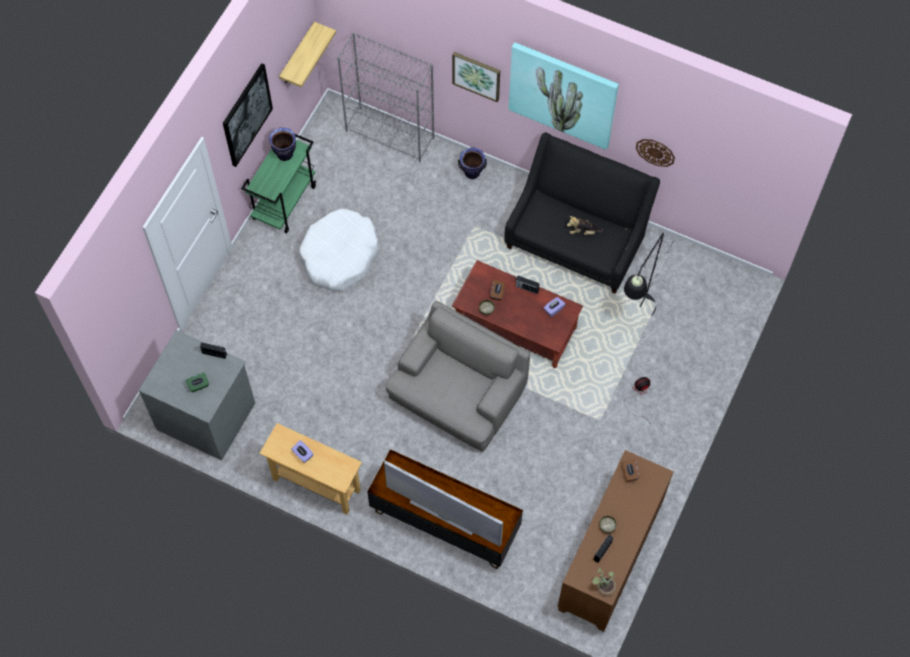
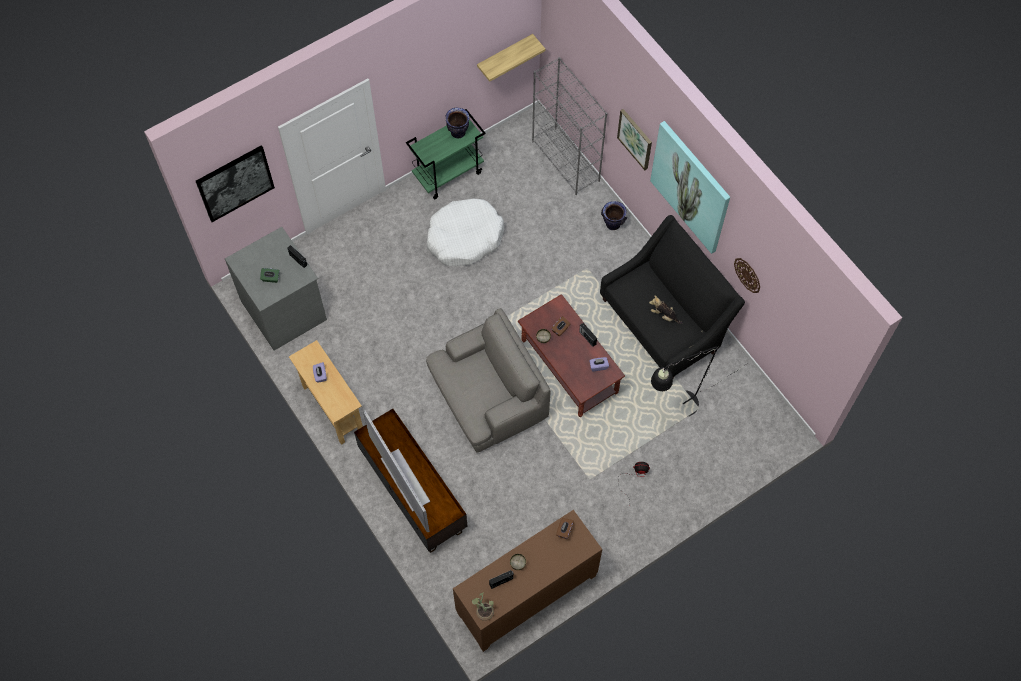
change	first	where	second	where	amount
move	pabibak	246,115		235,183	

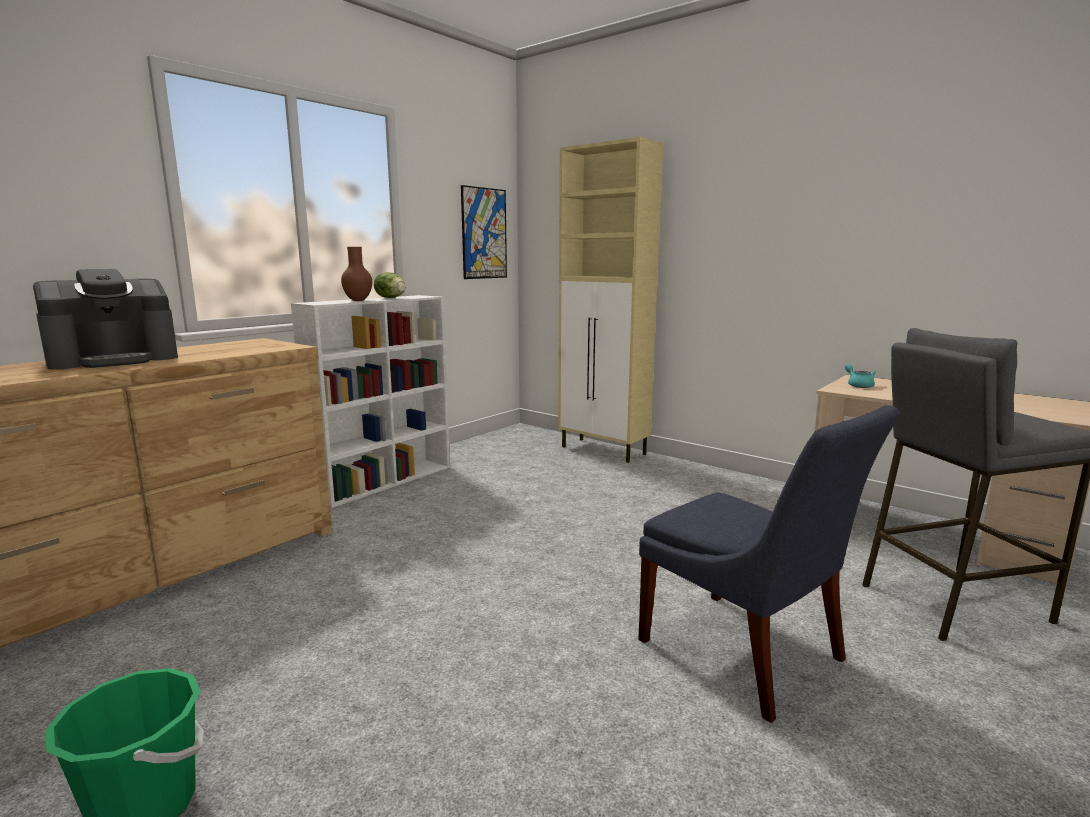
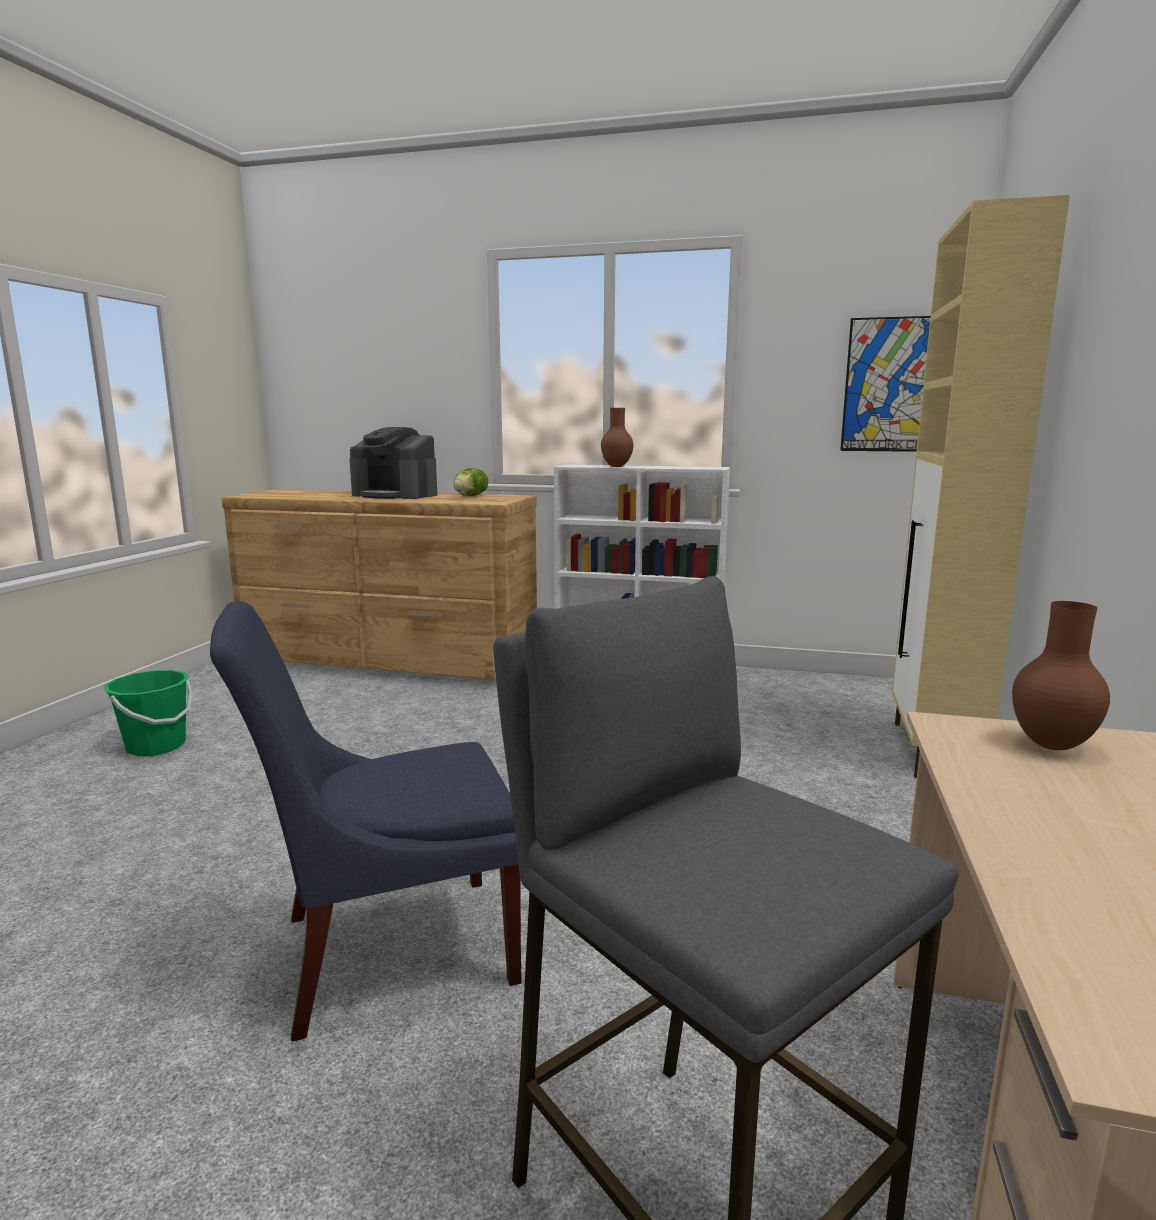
change	first	where	second	where	amount
move	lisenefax	391,298		471,496	
replace	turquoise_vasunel	858,385	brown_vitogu	1050,744	
rotate	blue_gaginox	746,655		385,950	45 degrees clockwise

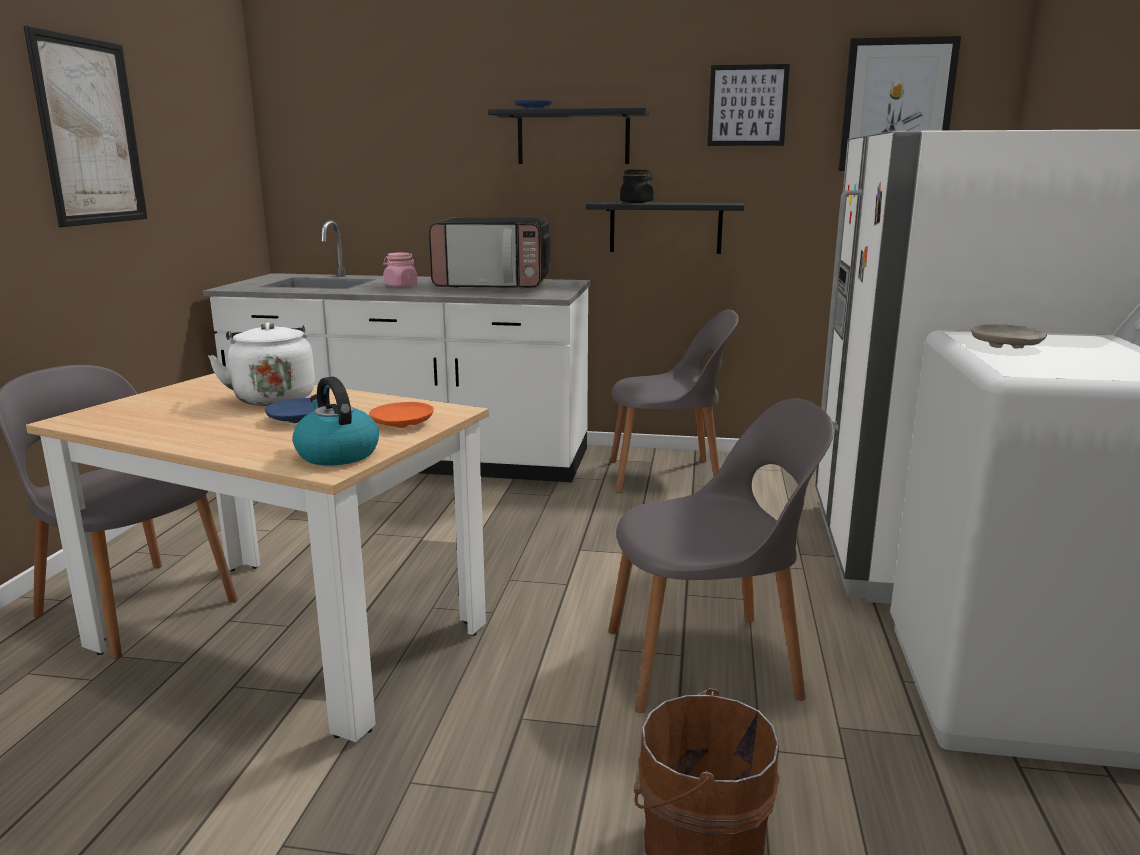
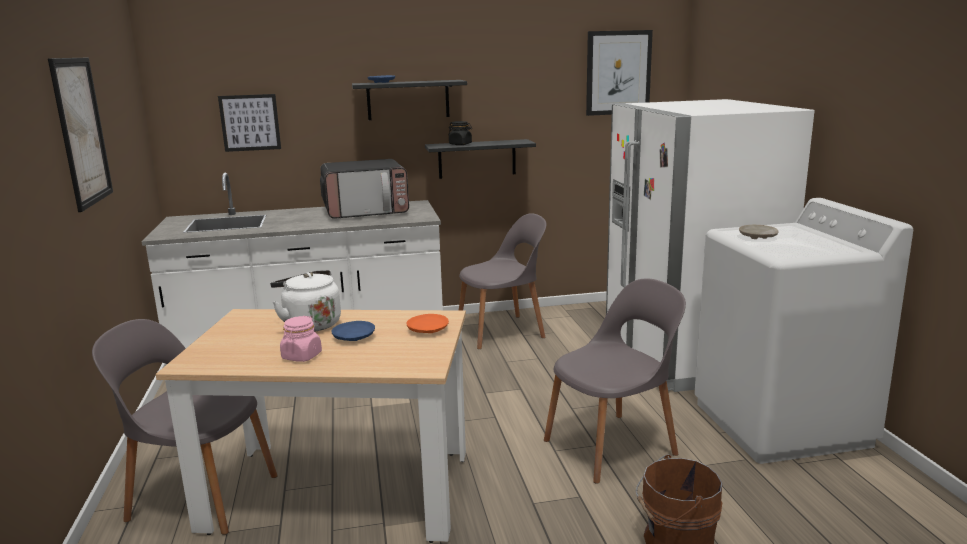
change	first	where	second	where	amount
move	pabibak	747,105		250,122	
move	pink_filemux	400,285		301,356	
delete	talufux	336,454			

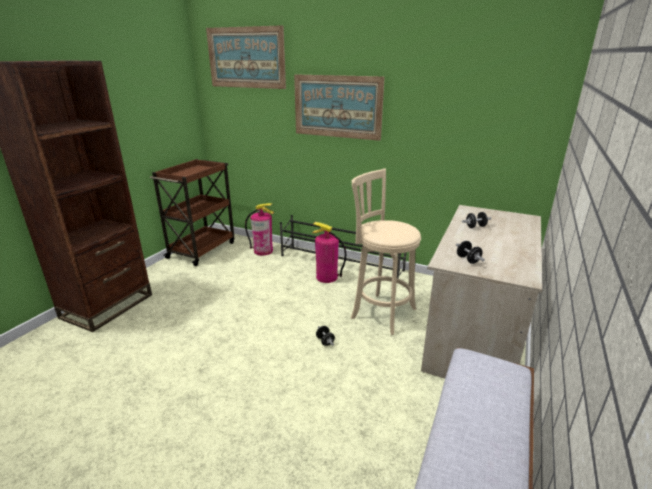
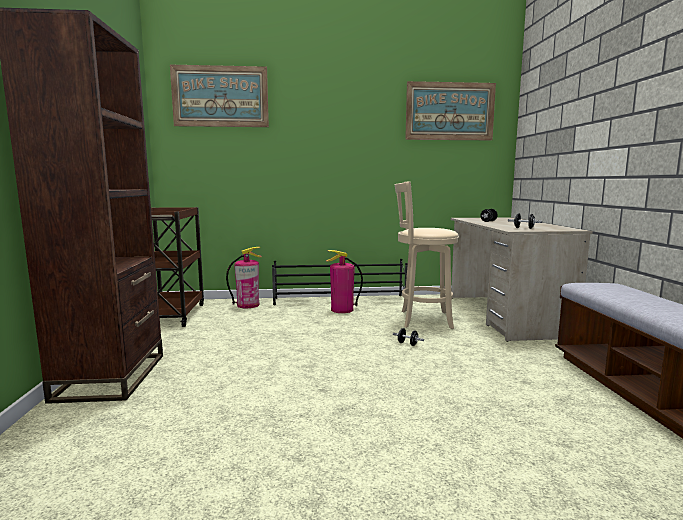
change	first	where	second	where	amount
move	pabibak	337,106		450,111	

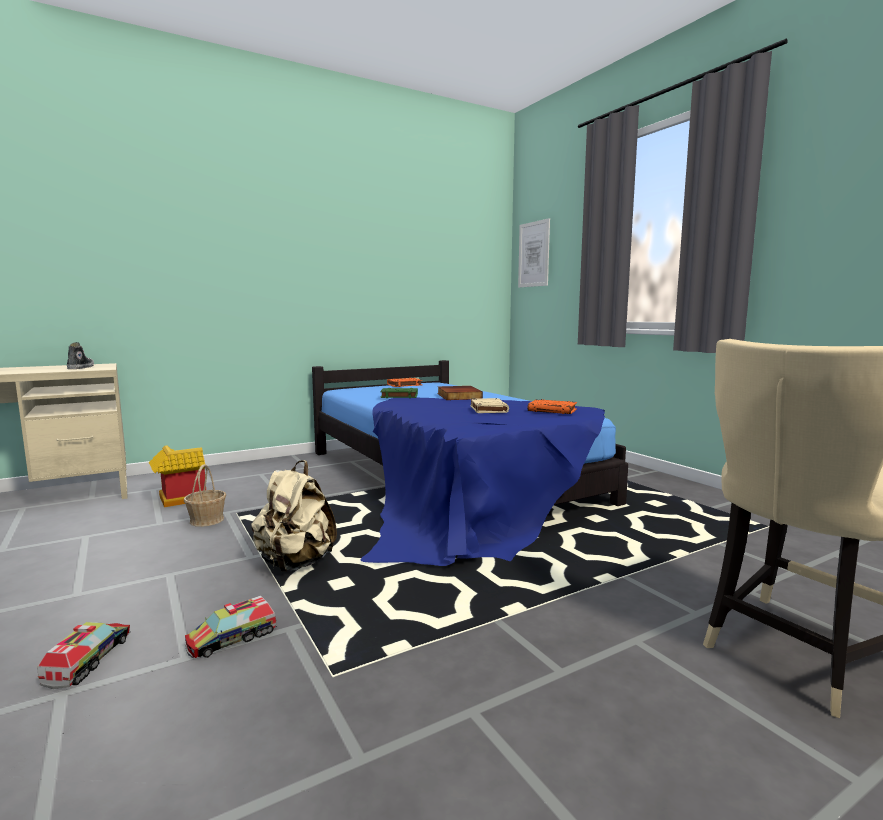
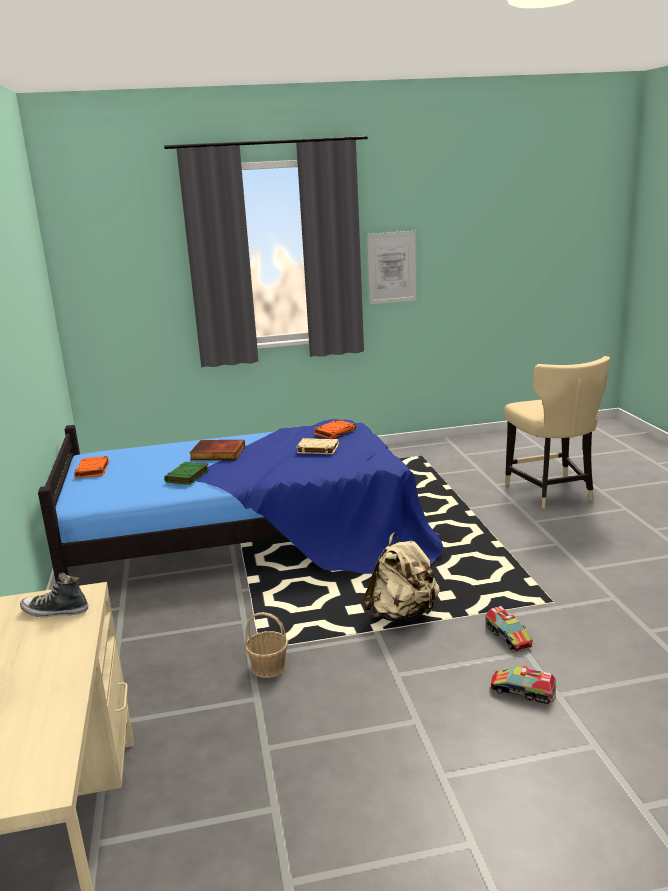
change	first	where	second	where	amount
move	pabibak	534,254		391,267	
delete	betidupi	177,500			

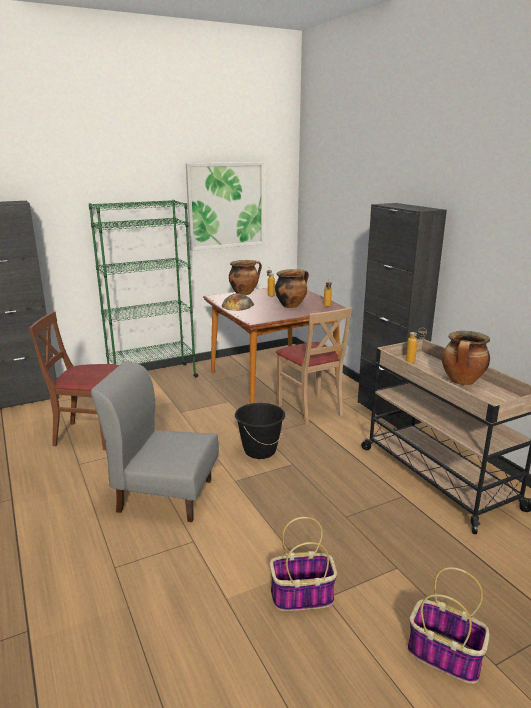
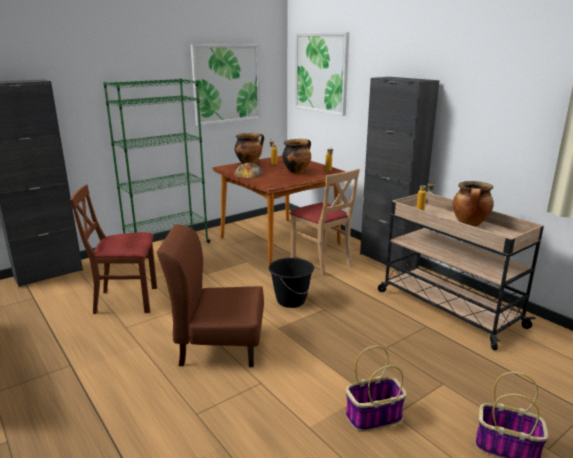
change	first	where	second	where	amount
recolor	grey_gaginox	165,495	brown_gaginox	219,346	
insert			pabibak	321,73	

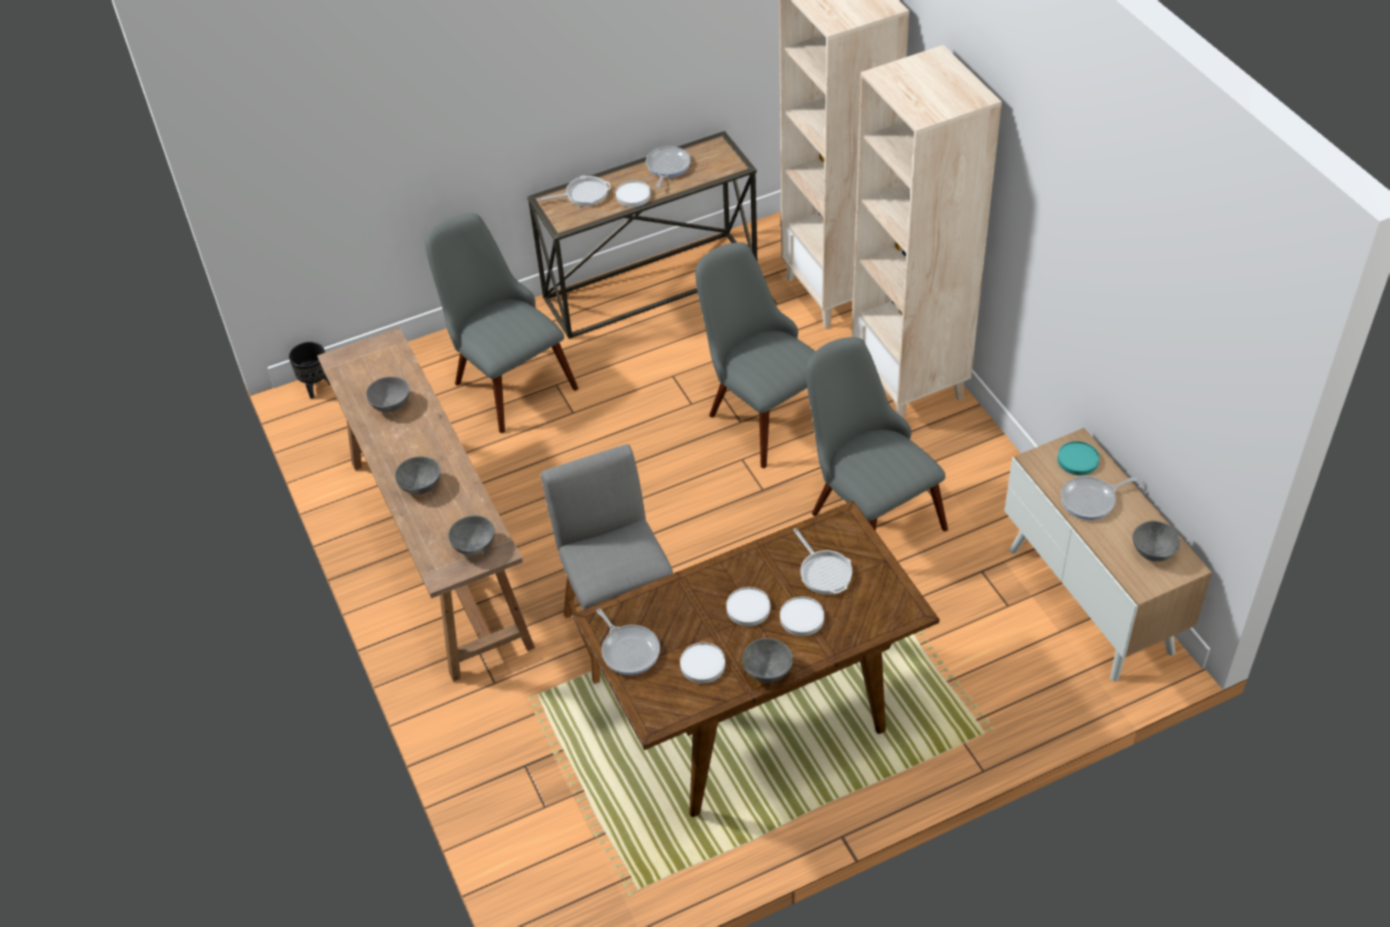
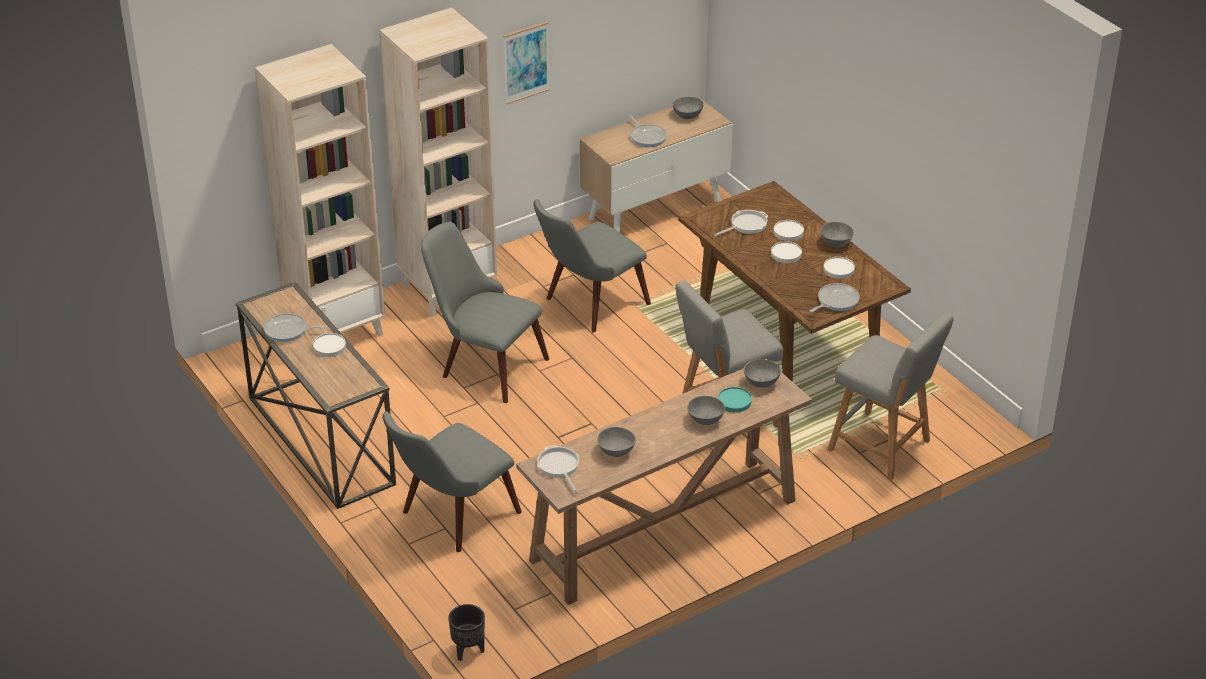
change	first	where	second	where	amount
move	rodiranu	583,194		559,467	
rotate	grey_gaginox	761,410		483,364	75 degrees clockwise
move	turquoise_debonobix	1078,460		734,401	
insert			pabibak	526,62	
insert			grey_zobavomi	883,447	

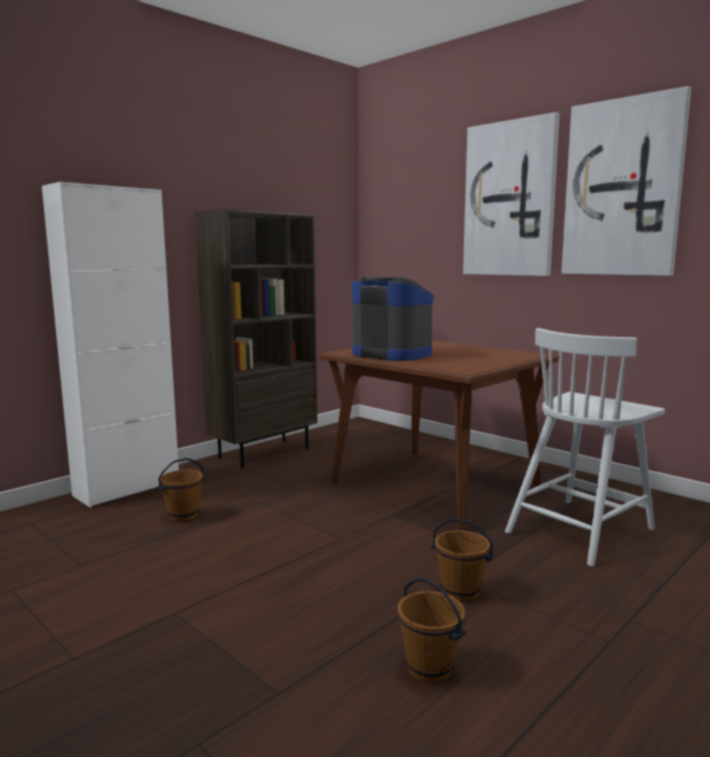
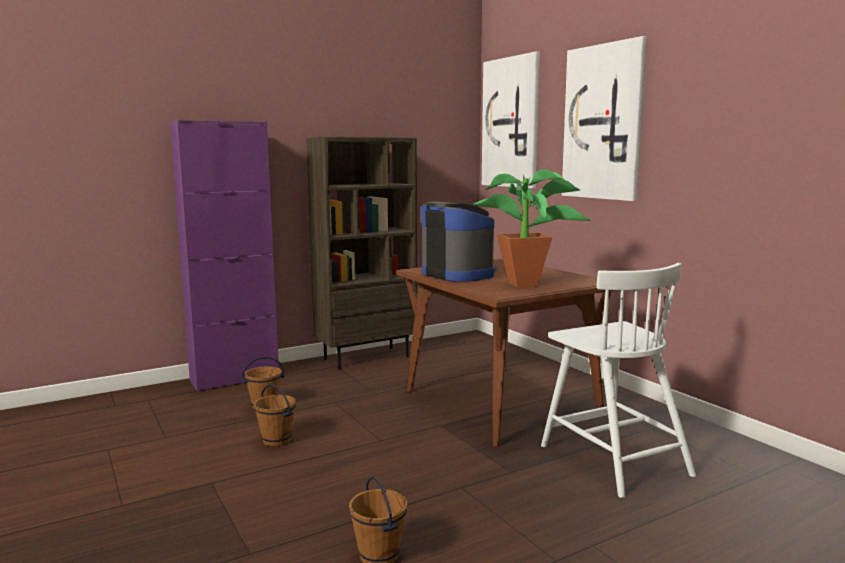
change	first	where	second	where	amount
move	pabibak	622,188		511,123	
recolor	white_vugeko	127,488	purple_vugeko	234,379	
rotate	white_gaginox	580,529		612,459	90 degrees counterclockwise
move	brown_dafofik	461,591		277,440	
insert			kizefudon	529,285	

